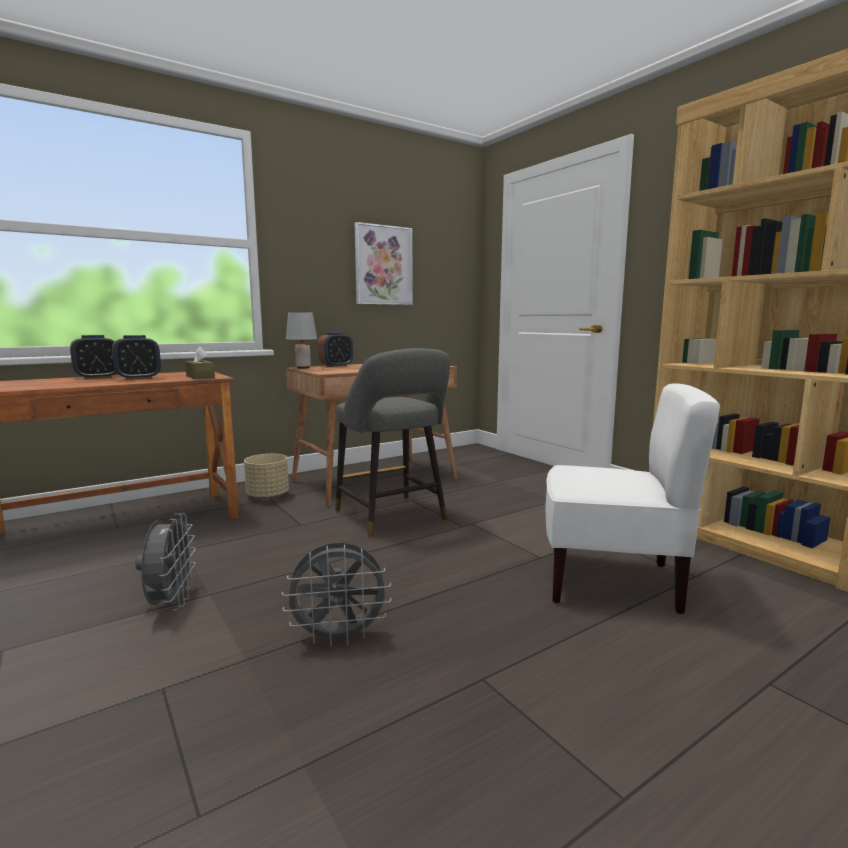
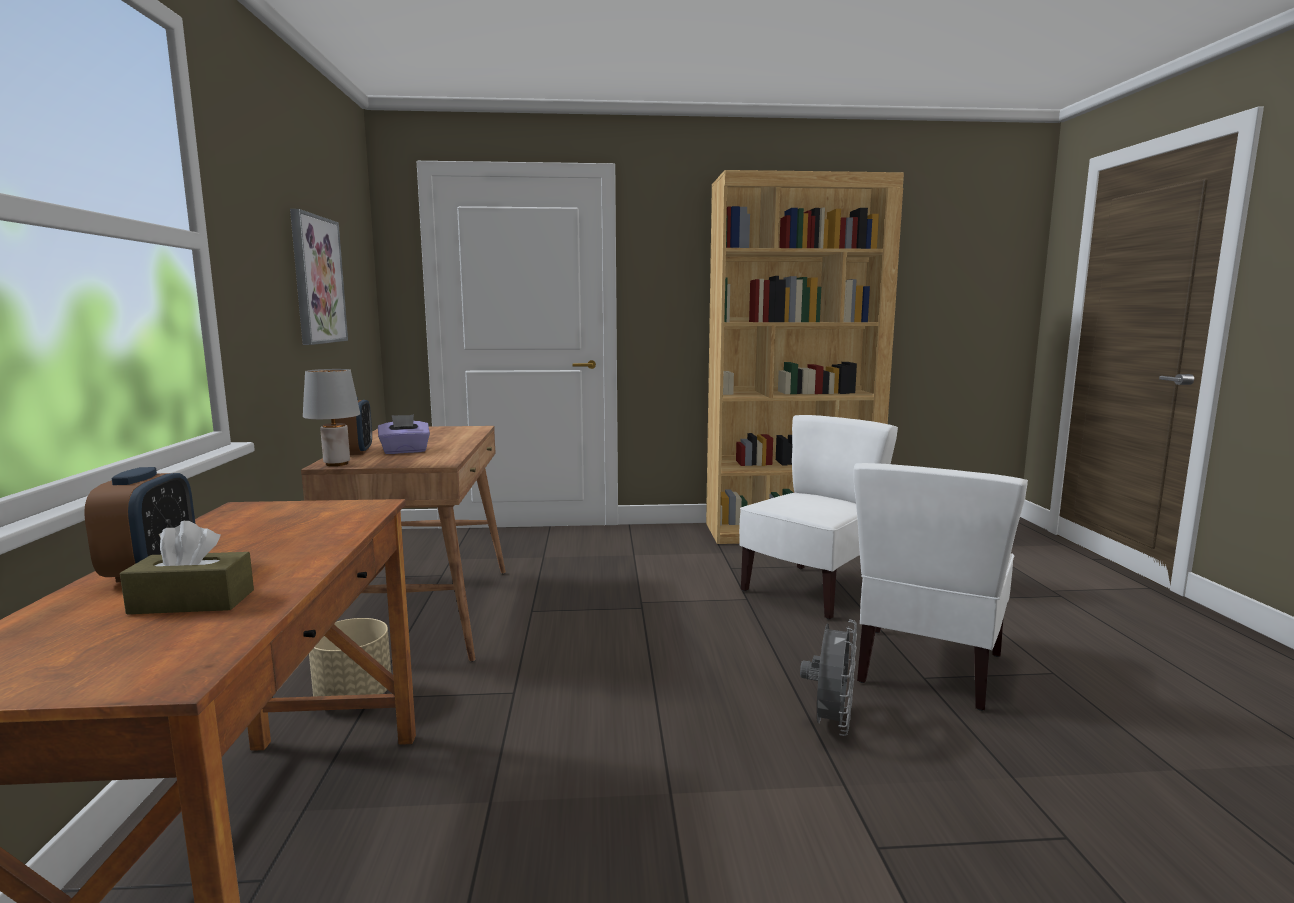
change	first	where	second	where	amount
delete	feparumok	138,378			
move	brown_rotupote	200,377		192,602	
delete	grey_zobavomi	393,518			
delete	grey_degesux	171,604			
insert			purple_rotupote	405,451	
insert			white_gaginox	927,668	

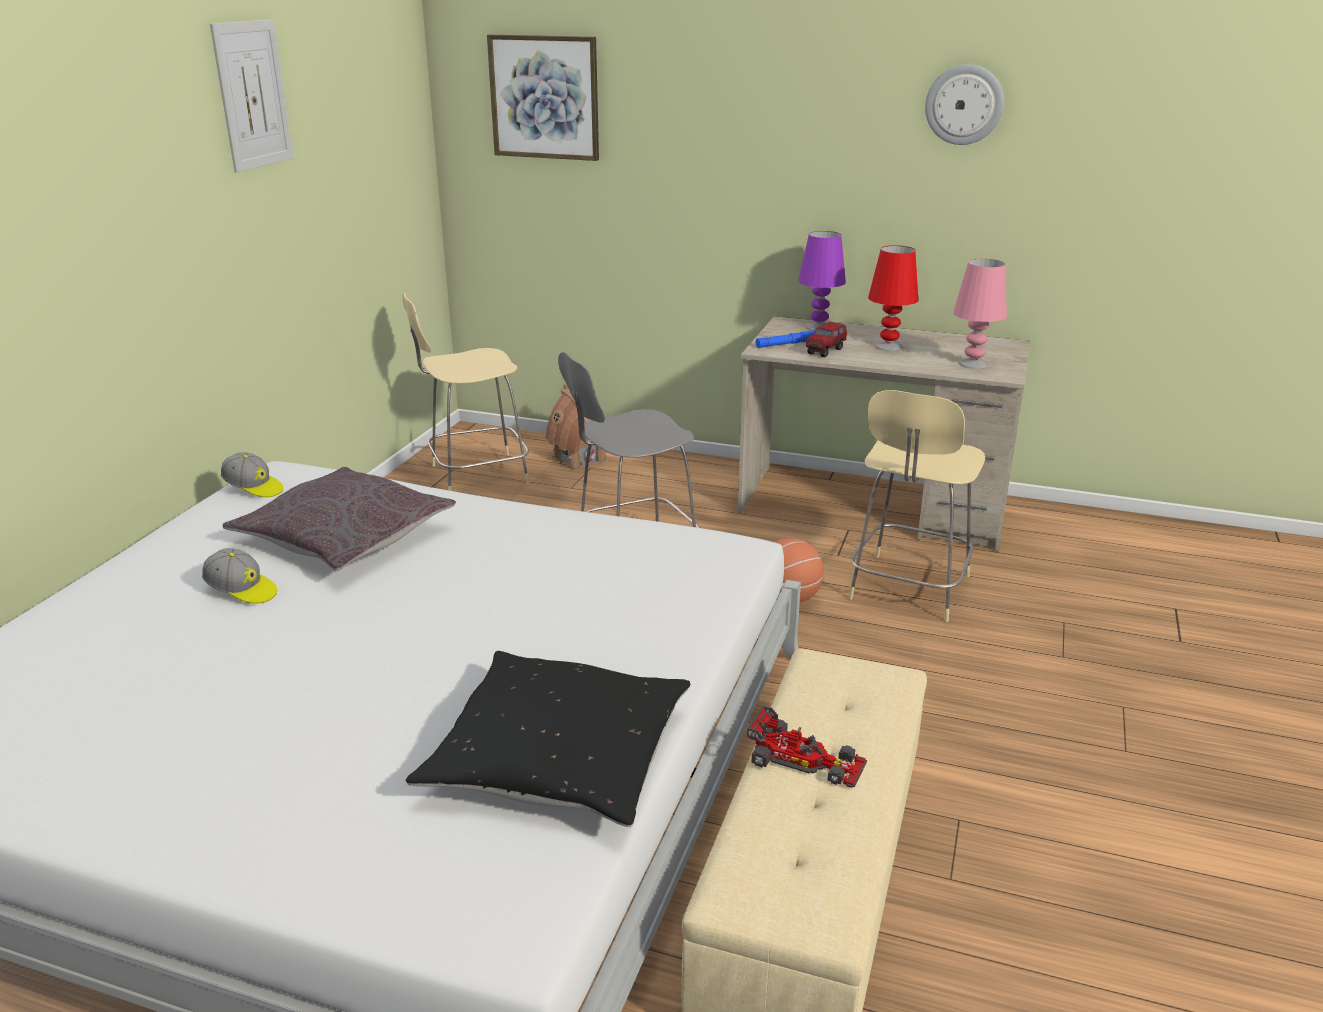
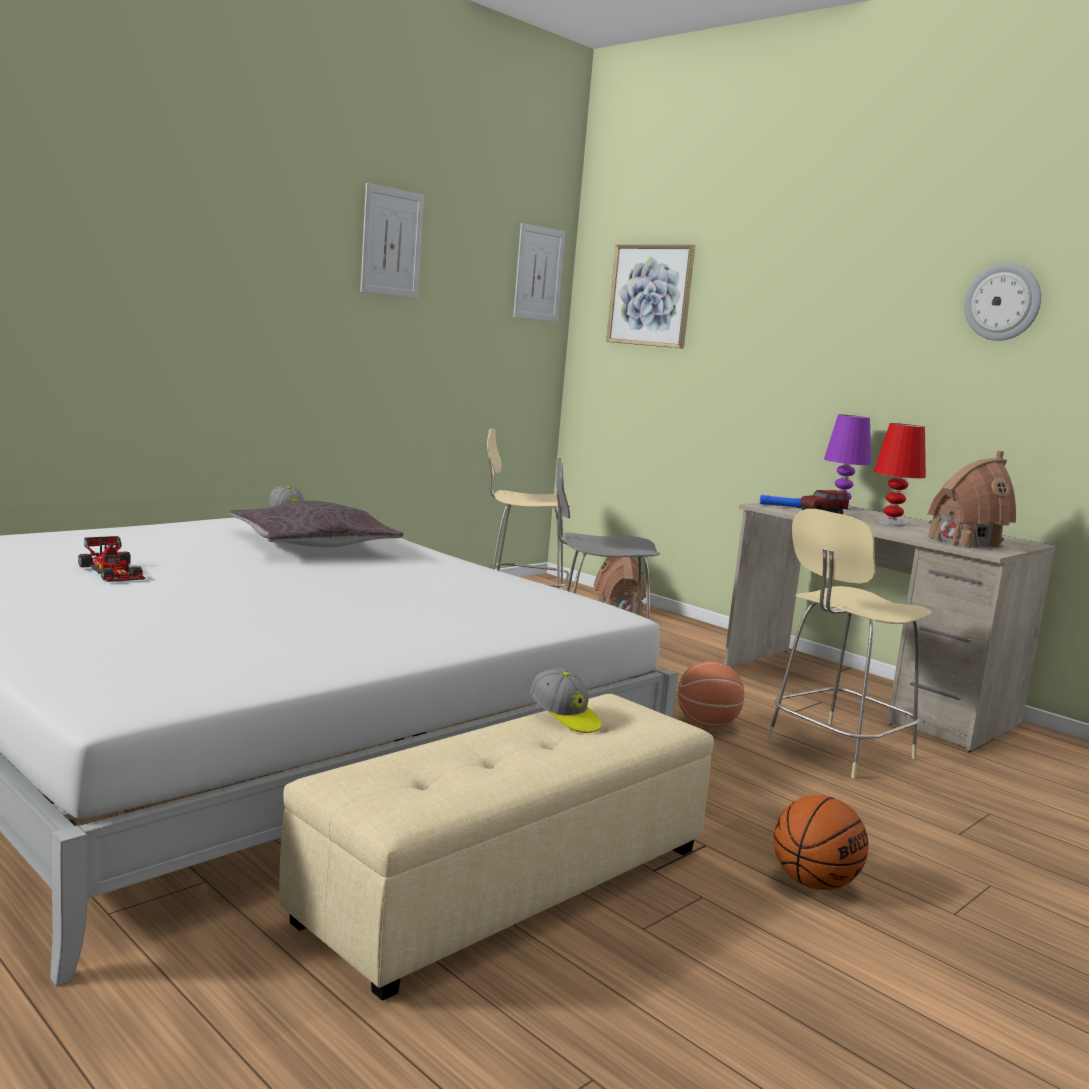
change	first	where	second	where	amount
replace	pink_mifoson	972,364	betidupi	963,542	
move	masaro	242,591		565,718	
delete	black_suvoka	558,757			
move	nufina	805,759		113,571	
insert			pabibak	538,273	
insert			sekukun	813,883	

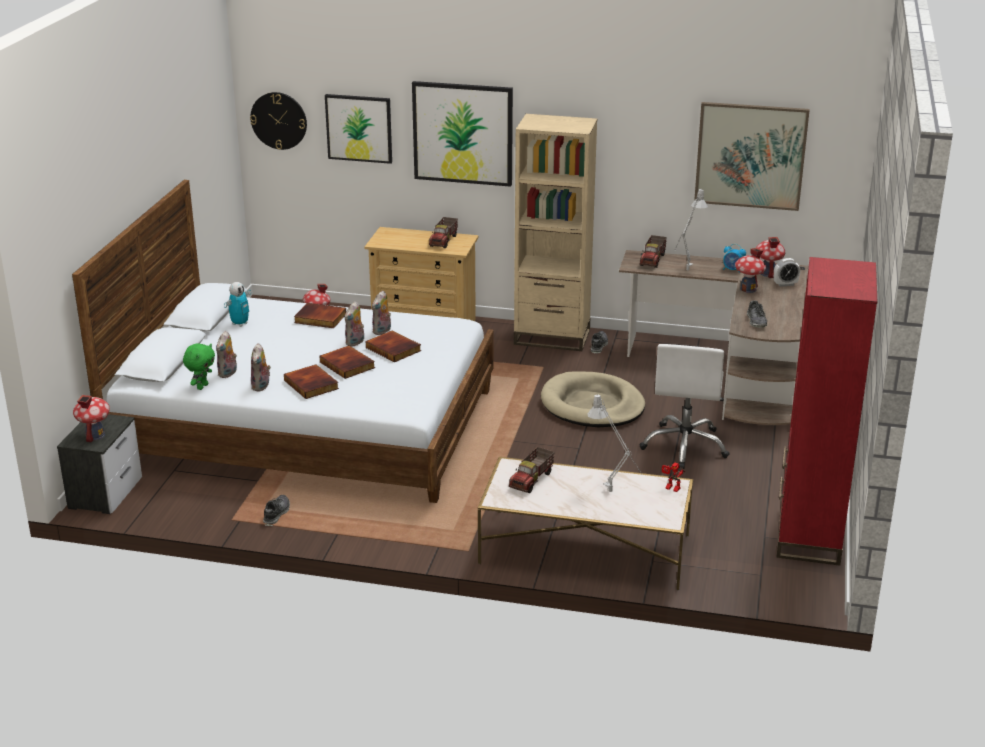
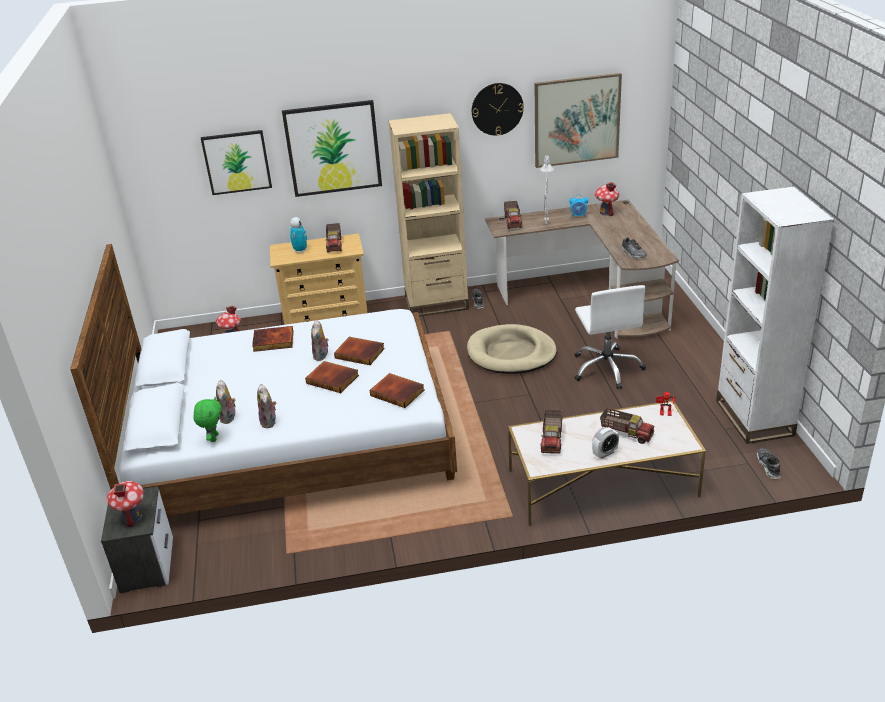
change	first	where	second	where	amount
move	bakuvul	279,120		497,109	
delete	betidupi	748,289			
recolor	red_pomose	808,536	white_pomose	754,418	
move	feparumok	785,284		605,453	
move	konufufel	240,324		300,250	
delete	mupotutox	382,331			
move	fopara	312,384		398,392	
replace	grey_mifoson	614,494	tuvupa	626,433	
move	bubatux	276,514		768,466	

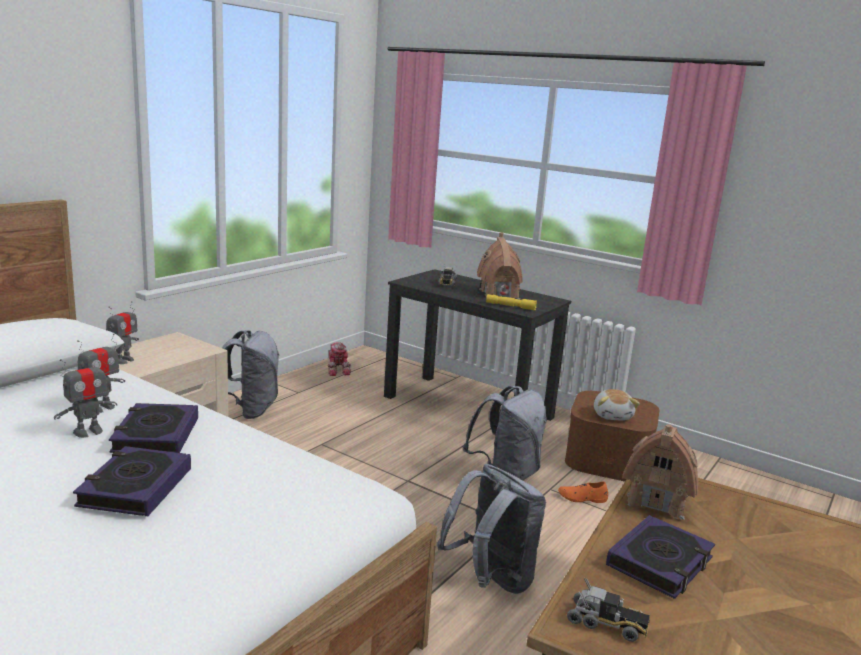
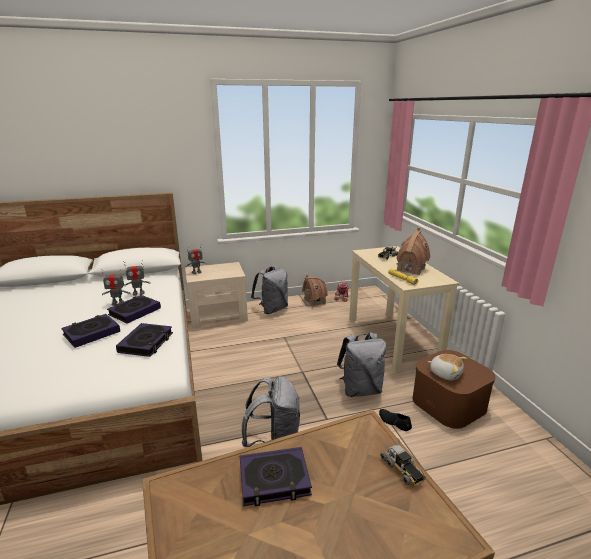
change	first	where	second	where	amount
recolor	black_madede	468,407	beige_madede	392,339	
rotate	mupotutox	613,415		445,373	90 degrees counterclockwise
move	betidupi	657,500		314,301	
recolor	orange_bubatux	582,498	black_bubatux	394,422	
move	tuvupa	607,624		402,469	
insert			fopara	146,343	

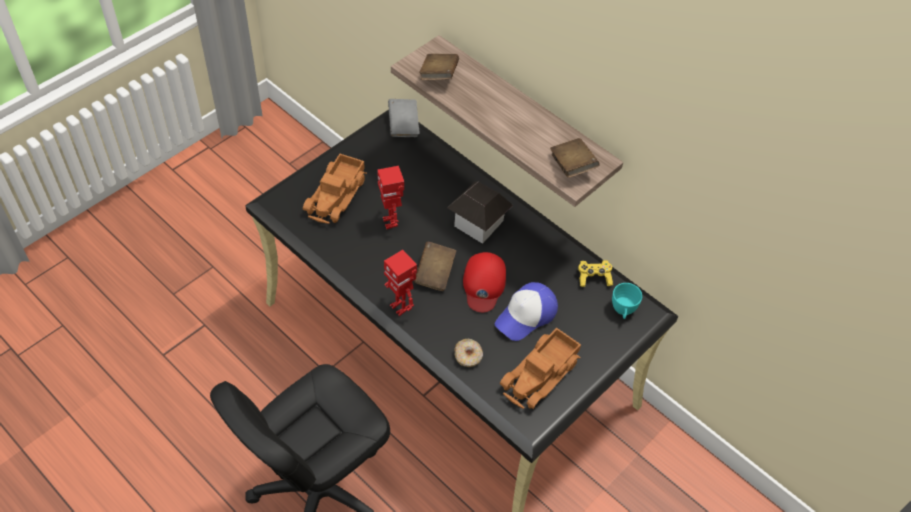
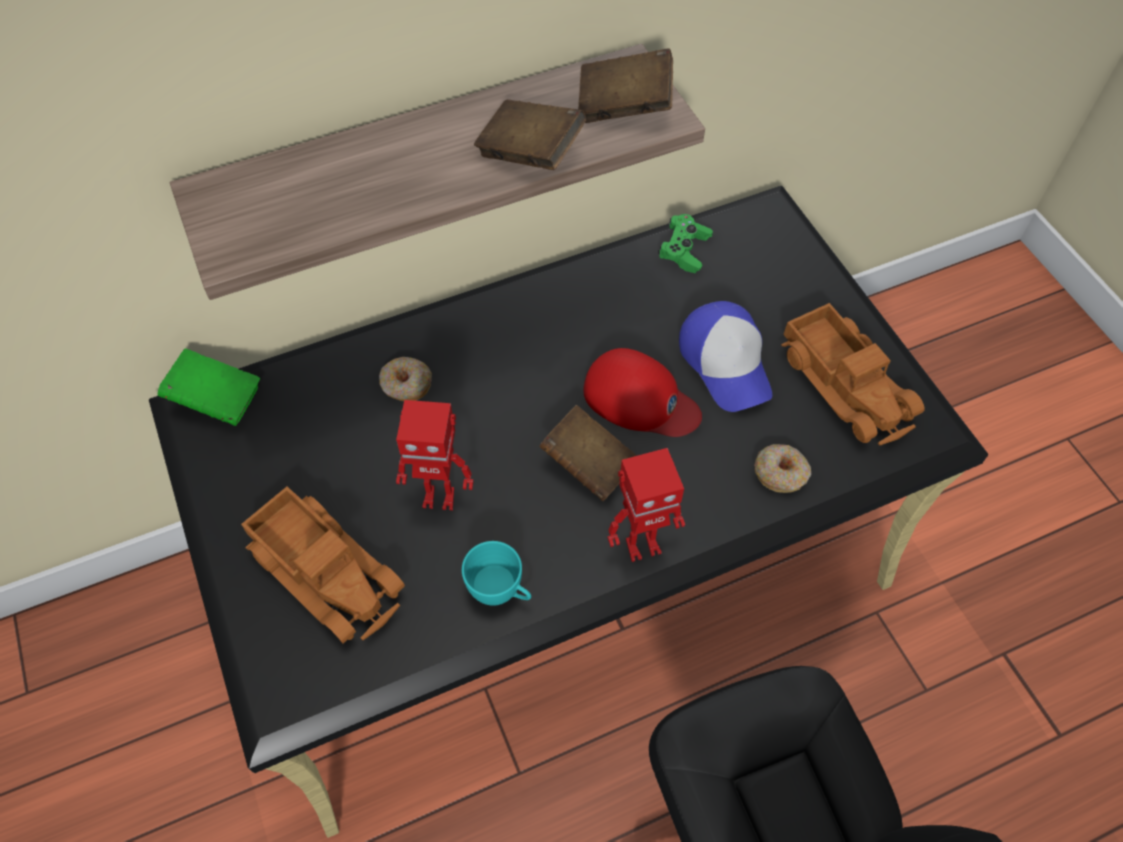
change	first	where	second	where	amount
move	brown_fopara	438,76		530,153	
recolor	grey_fopara	403,125	green_fopara	216,399	
delete	betidupi	478,223			
recolor	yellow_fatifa	594,277	green_fatifa	684,250	
move	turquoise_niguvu	623,311		500,591	
insert			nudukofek	406,385	

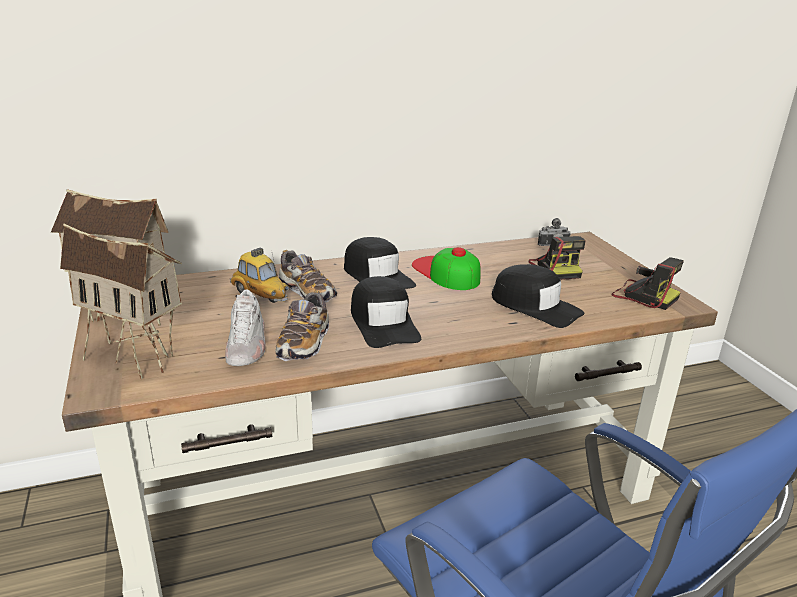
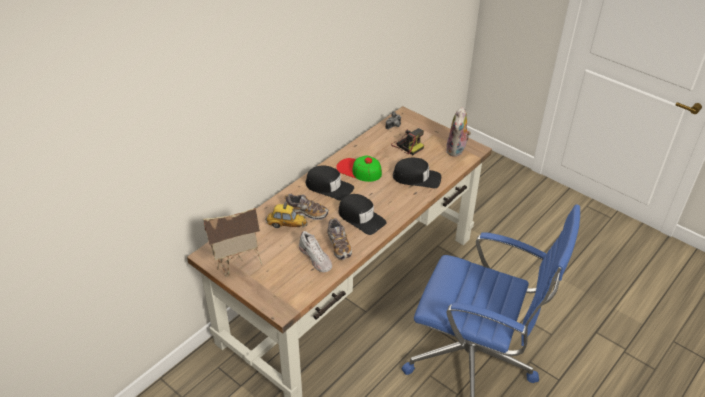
change	first	where	second	where	amount
delete	betidupi	136,358			
replace	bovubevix	643,296	mupotutox	457,150	

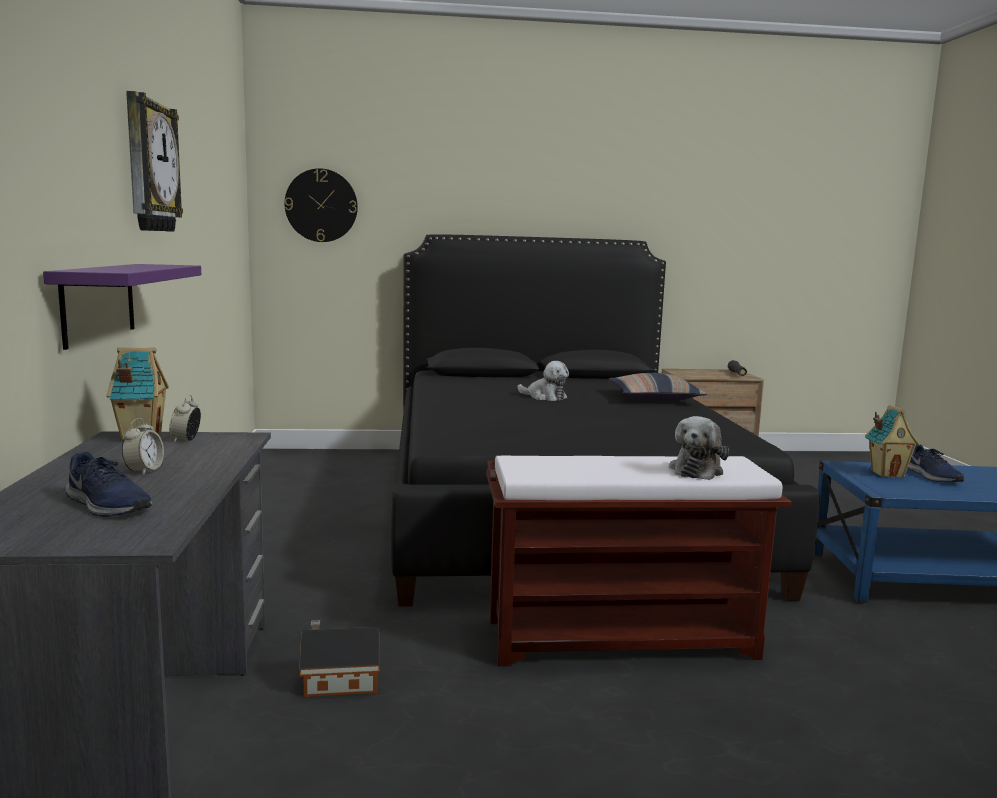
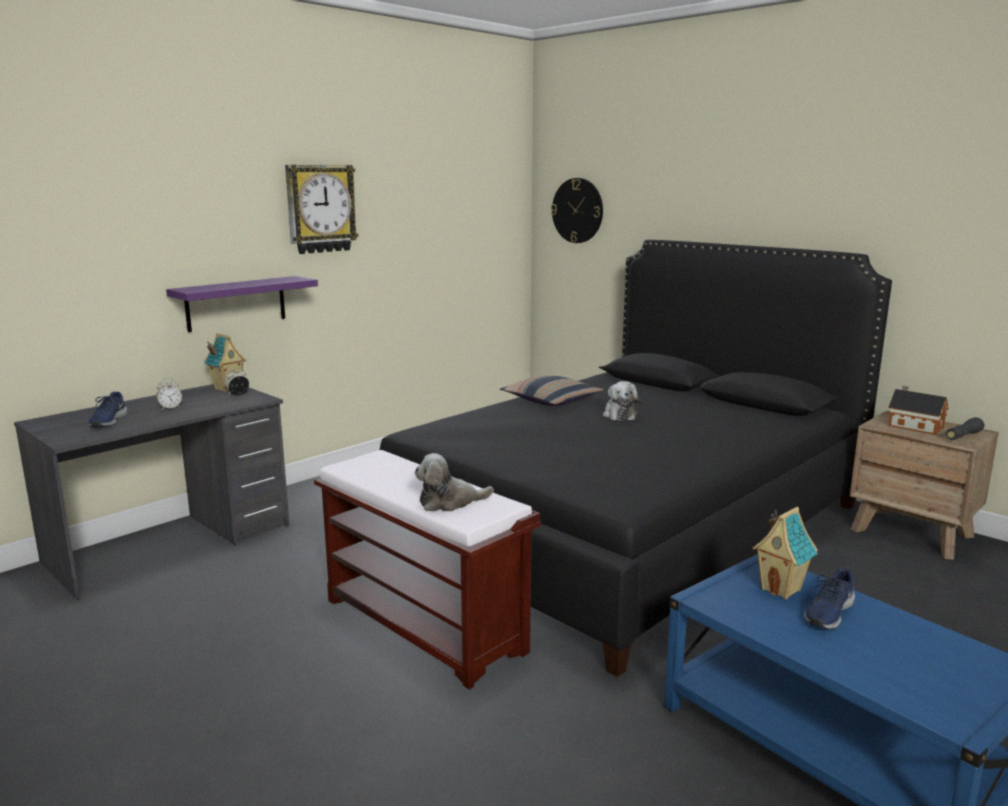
change	first	where	second	where	amount
move	suvoka	654,398		551,400	
move	betidupi	338,681		913,426	

